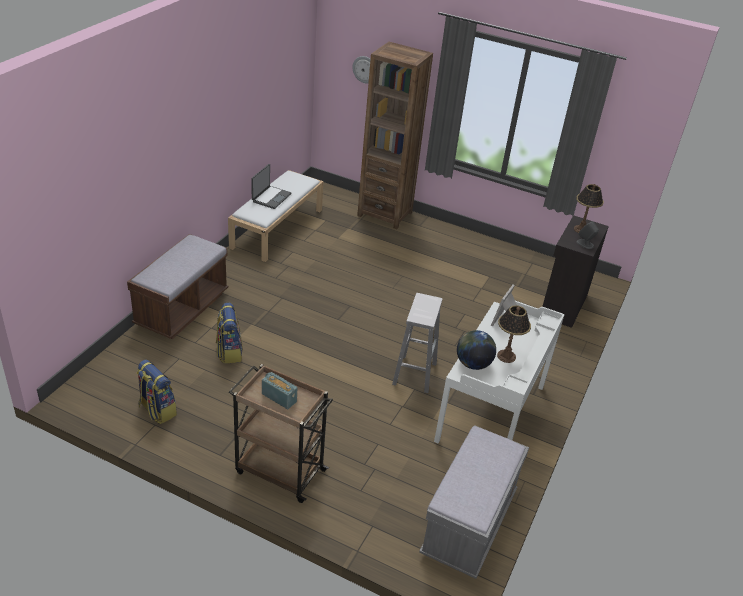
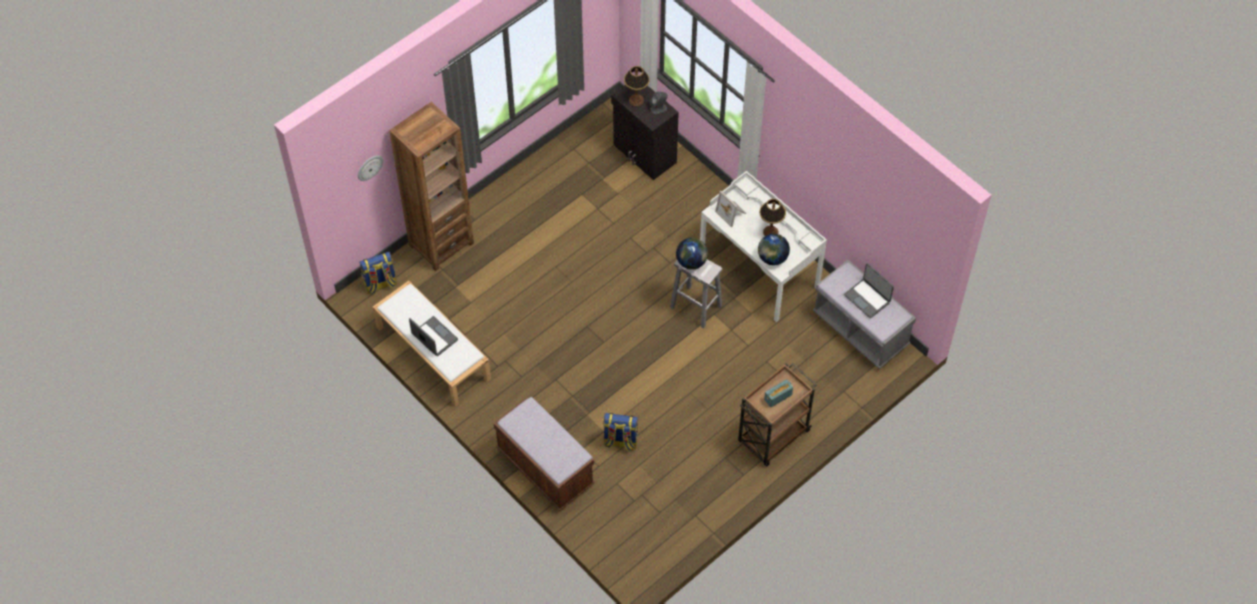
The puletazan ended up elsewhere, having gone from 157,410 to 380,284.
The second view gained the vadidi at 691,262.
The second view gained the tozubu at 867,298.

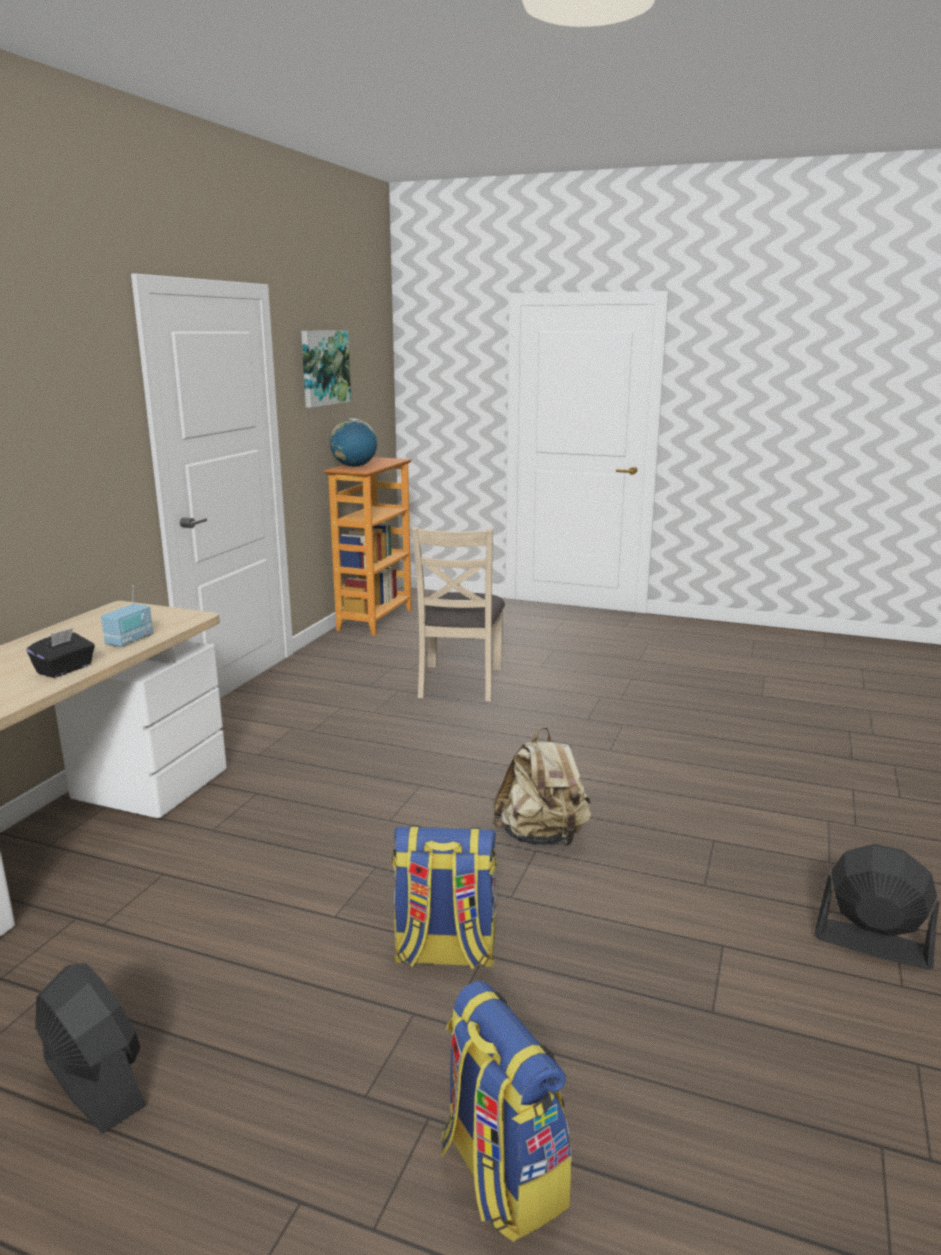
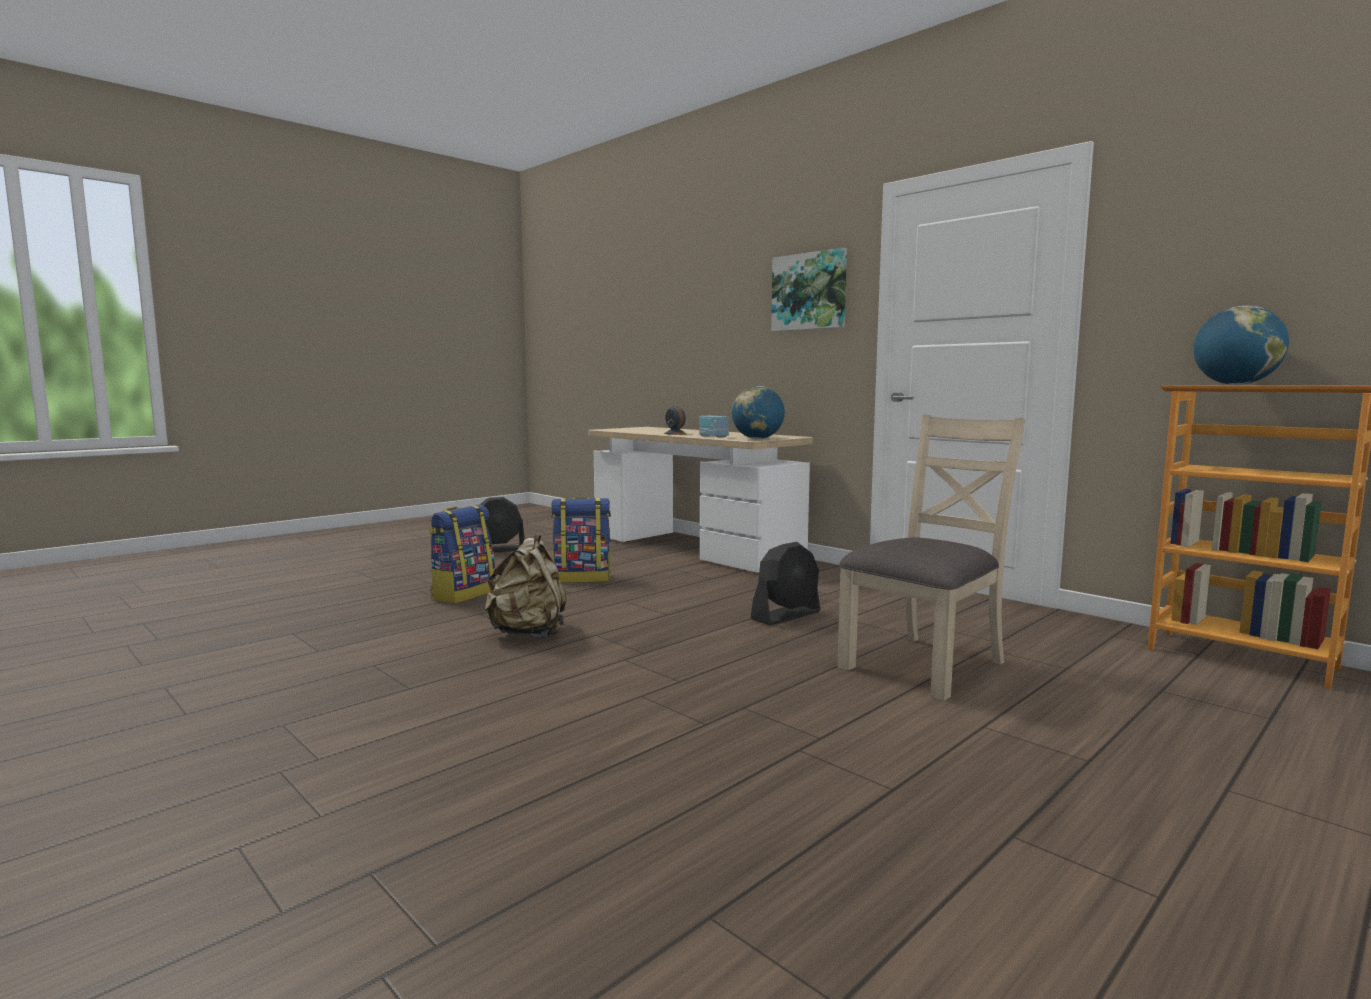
The puletazan ended up elsewhere, having gone from 500,1175 to 583,578.
Where the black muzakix stood at 65,669, the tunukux came to stand at 675,434.
The second view gained the vadidi at 757,439.
The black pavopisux ended up elsewhere, having gone from 872,943 to 786,615.
The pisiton ended up elsewhere, having gone from 324,367 to 809,291.
The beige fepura at 459,682 ended up facing another way, 105 degrees clockwise from before.

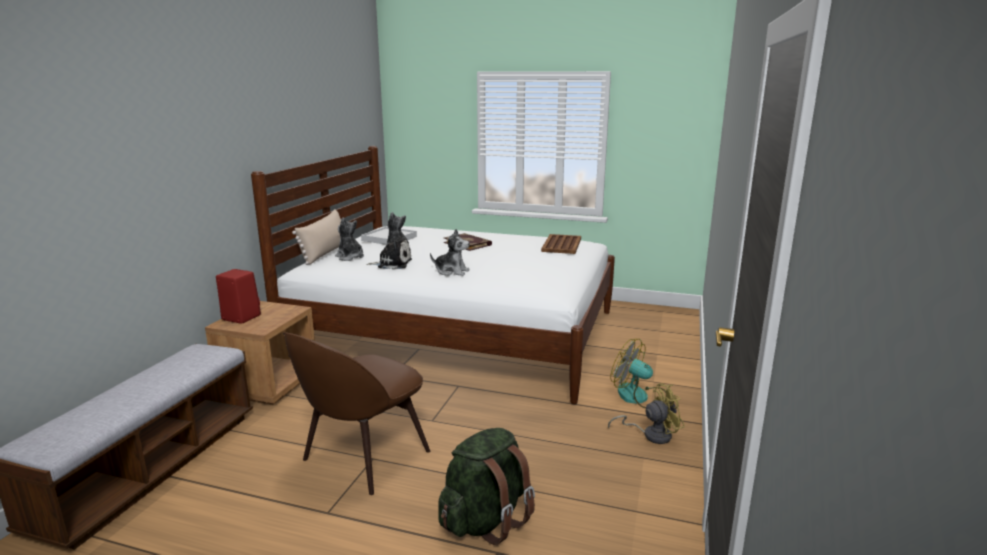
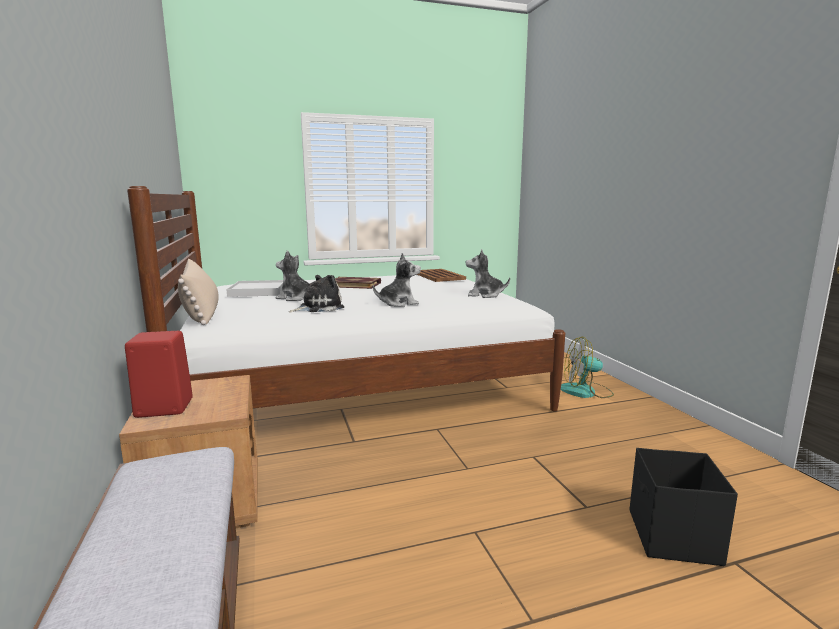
The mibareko ended up elsewhere, having gone from 350,257 to 485,295.
Where the green puletazan stood at 485,520, the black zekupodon came to stand at 673,538.
The second view lost the brown fepura at 362,458.
The second view lost the yellow pavopisux at 651,434.

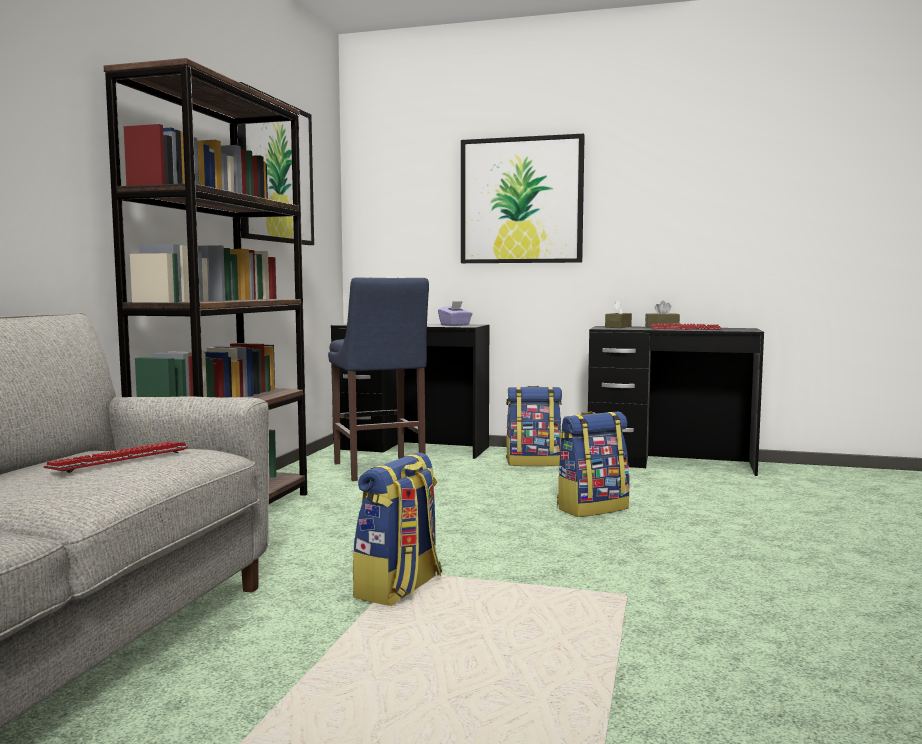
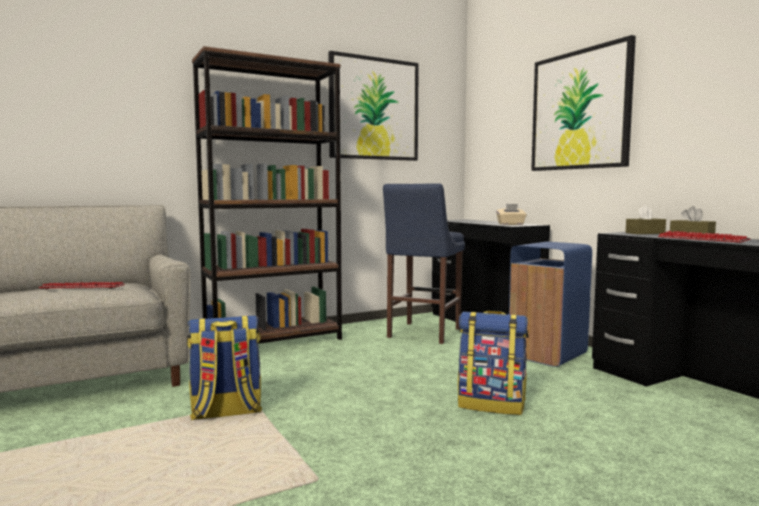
What was the purple muzakix at 455,325 turned into the beige muzakix at 511,224.
Where the puletazan stood at 533,462, the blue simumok came to stand at 548,355.

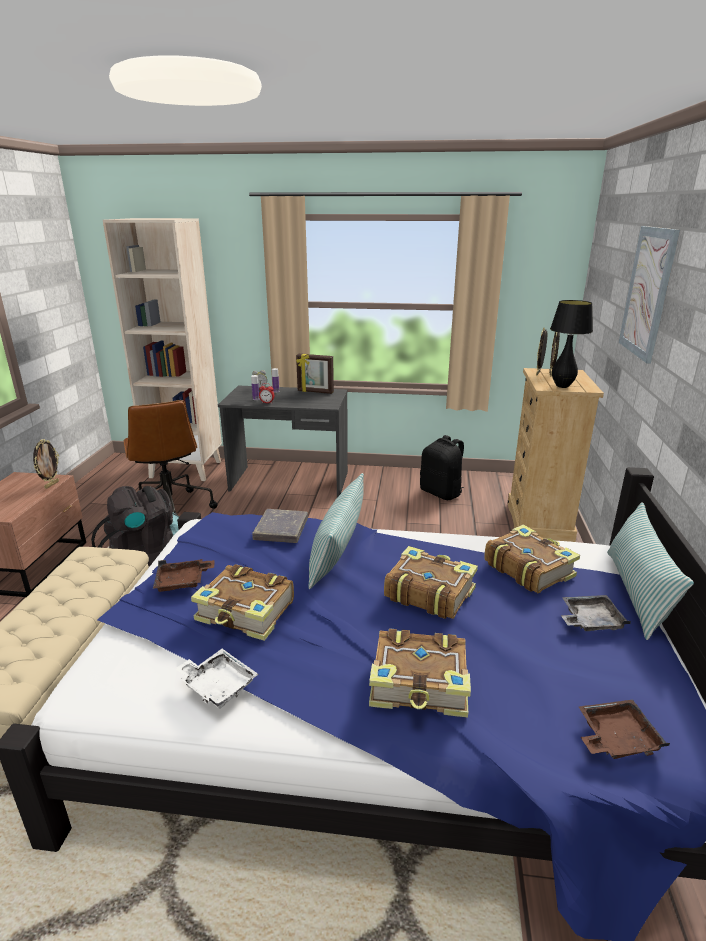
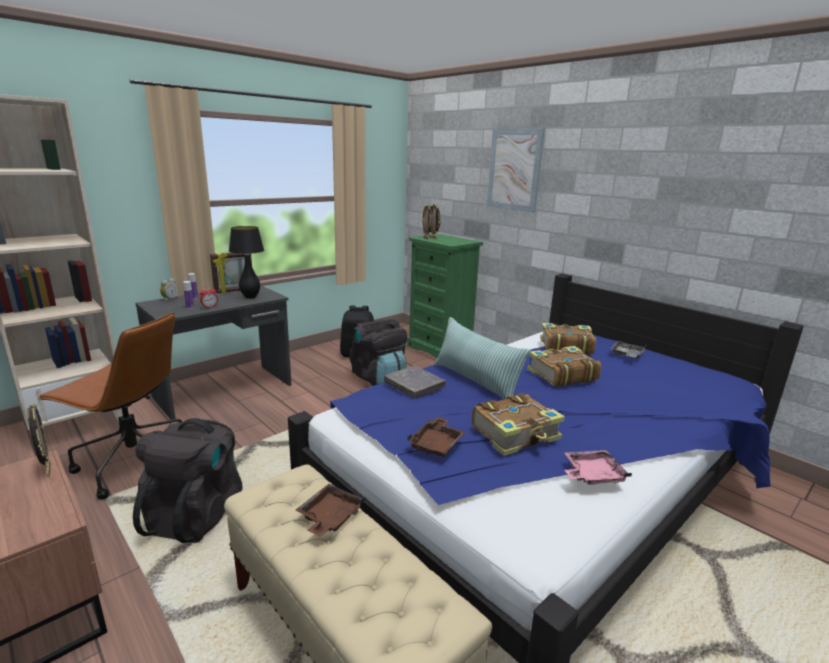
The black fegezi ended up elsewhere, having gone from 562,386 to 250,297.
The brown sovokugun ended up elsewhere, having gone from 616,738 to 329,517.
The second view gained the black puletazan at 379,377.
What was the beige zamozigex at 539,522 turned into the green zamozigex at 440,349.
What was the white sovokugun at 218,685 turned into the pink sovokugun at 592,475.
The second view lost the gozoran at 420,685.
The second view lost the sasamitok at 636,593.

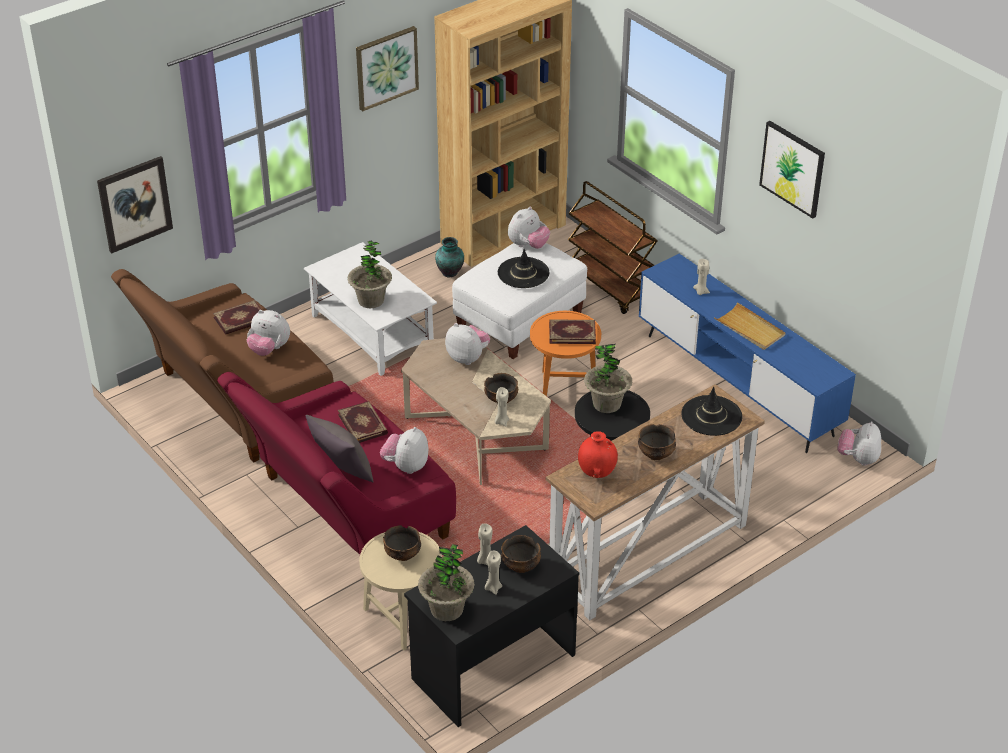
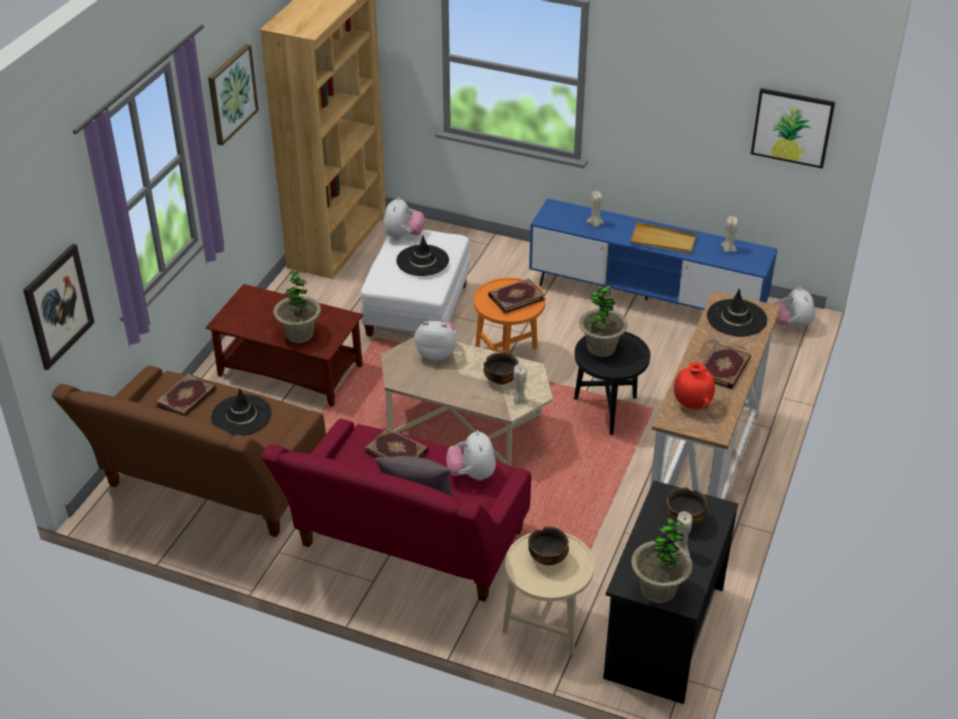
What was the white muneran at 371,332 turned into the brown muneran at 289,370.
Where the mibareko stood at 269,349, the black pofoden came to stand at 241,415.
Where the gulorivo stood at 656,454, the gozoran came to stand at 724,368.
The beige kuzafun ended up elsewhere, having gone from 484,560 to 728,250.
The pisiton ended up elsewhere, having gone from 793,168 to 792,127.
The second view lost the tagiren at 450,272.
The second view lost the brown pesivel at 610,286.

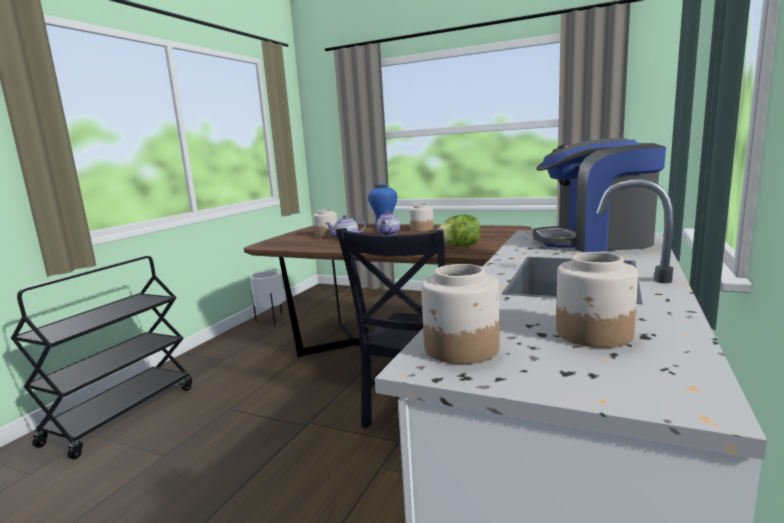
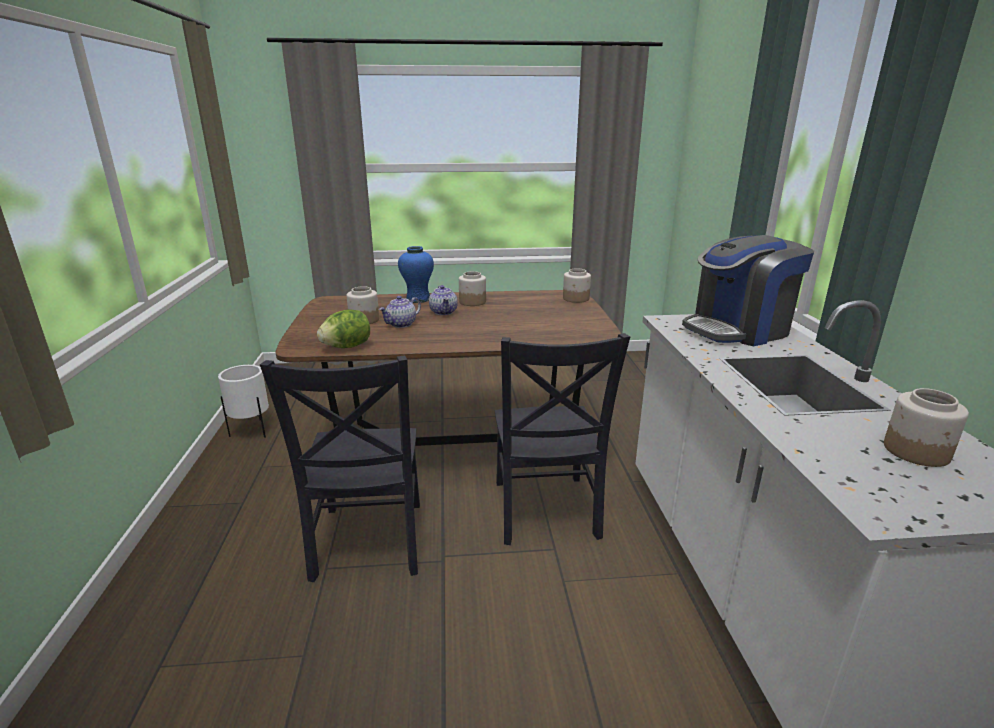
The second view gained the black fepura at 368,544.
The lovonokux ended up elsewhere, having gone from 460,246 to 347,347.
The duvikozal ended up elsewhere, having gone from 461,348 to 576,299.
The second view lost the black pesivel at 122,414.

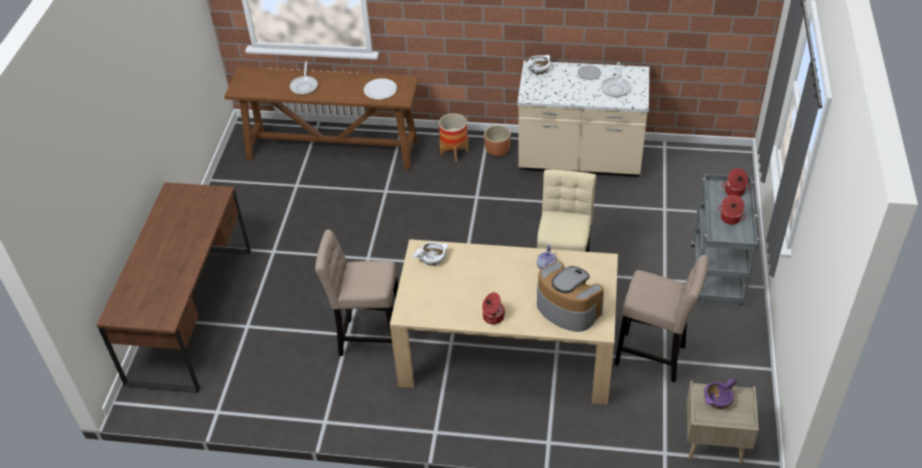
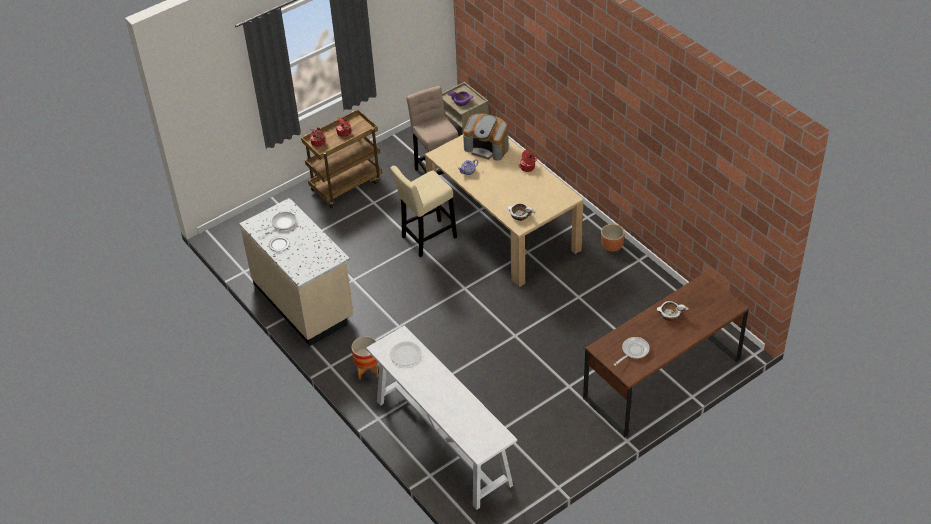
What was the grey pesivel at 717,276 turned into the brown pesivel at 346,185.
What was the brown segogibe at 333,149 turned into the white segogibe at 442,442.
The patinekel at 567,308 ended up facing another way, 60 degrees counterclockwise from before.
The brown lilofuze ended up elsewhere, having gone from 497,151 to 612,246.
The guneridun ended up elsewhere, having gone from 304,86 to 633,351.
The white gulorivo ended up elsewhere, having gone from 538,69 to 670,315.
The second view lost the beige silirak at 368,338.

